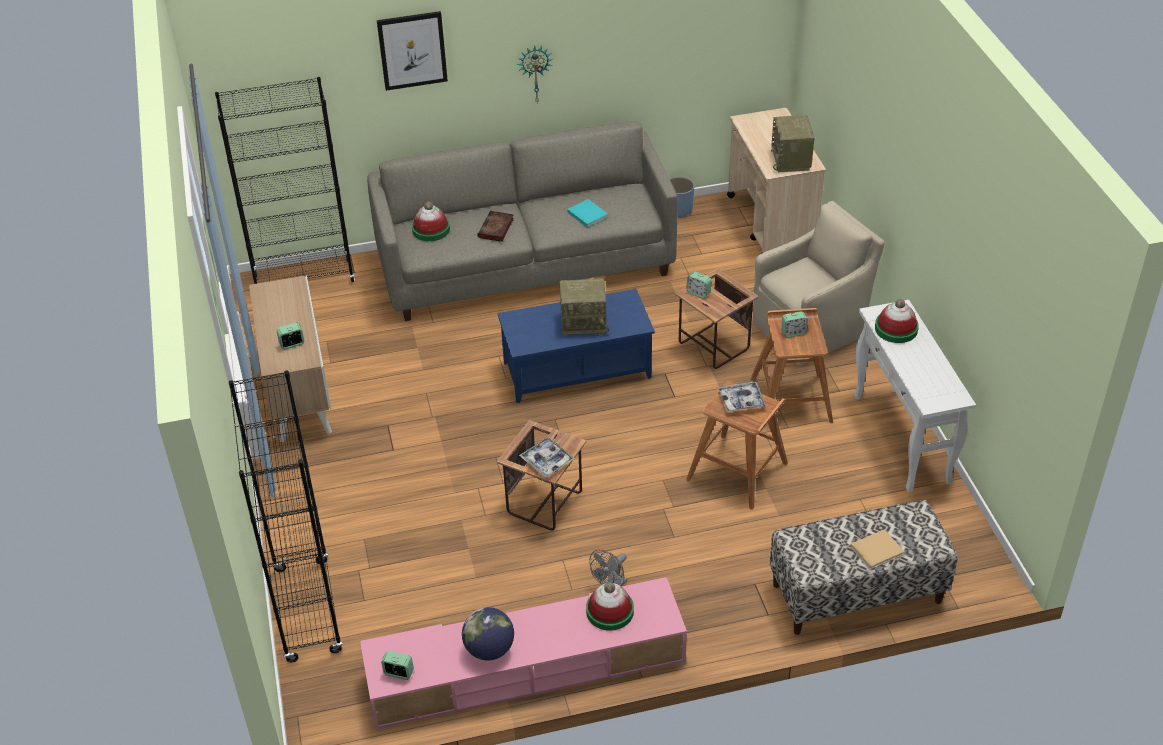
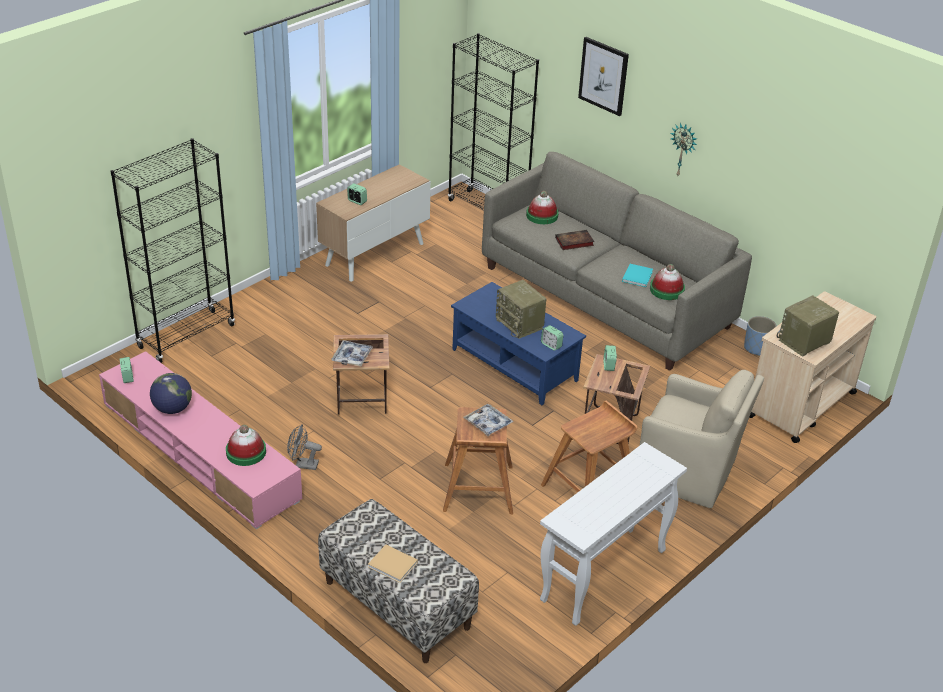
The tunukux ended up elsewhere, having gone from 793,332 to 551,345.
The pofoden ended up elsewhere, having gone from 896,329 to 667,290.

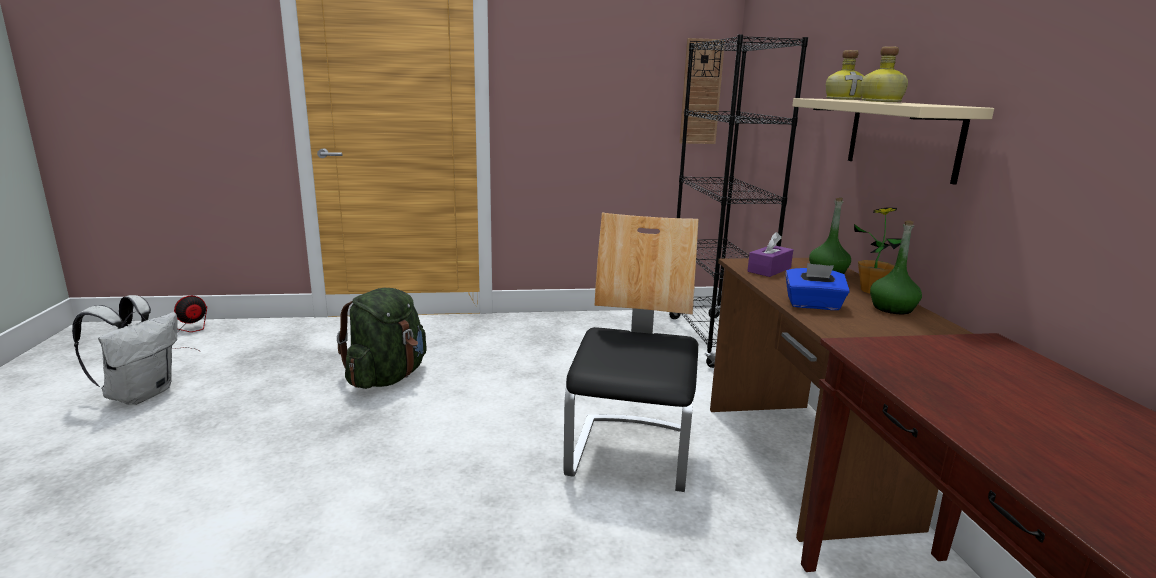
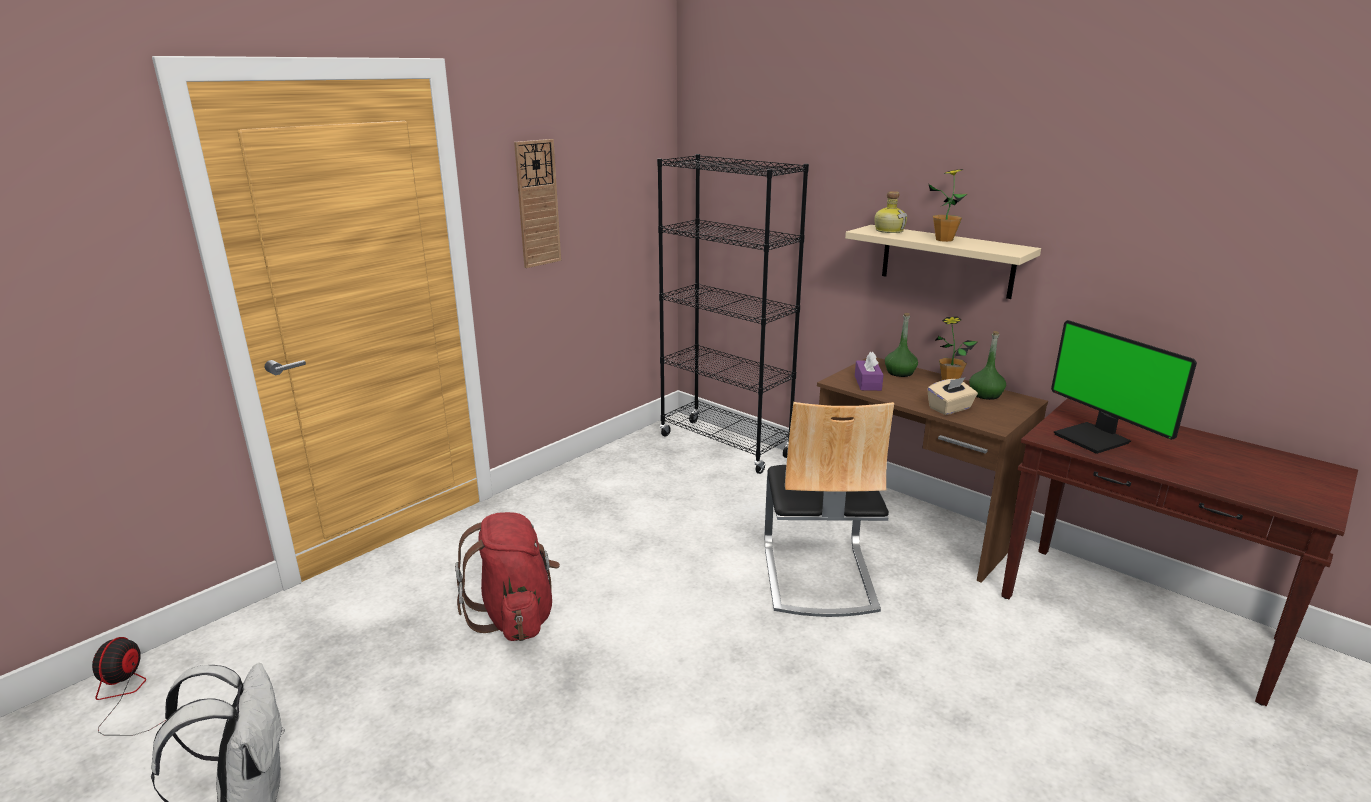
What was the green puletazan at 387,378 turned into the red puletazan at 515,616.
The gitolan ended up elsewhere, having gone from 701,92 to 537,203.
The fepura at 631,453 ended up facing another way, 150 degrees counterclockwise from before.
What was the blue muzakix at 813,305 turned into the beige muzakix at 950,408.
Where the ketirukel stood at 880,101, the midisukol came to stand at 944,239.
The second view gained the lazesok at 1094,438.

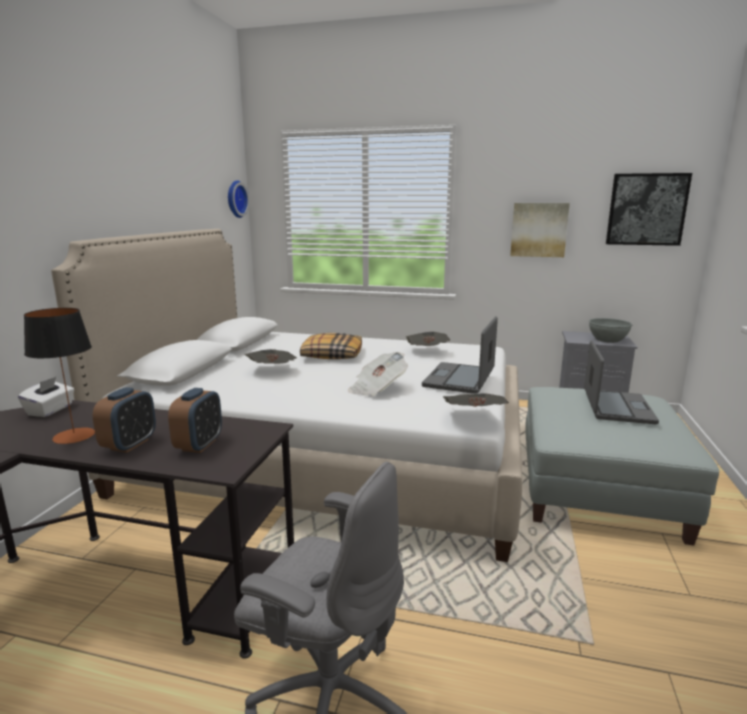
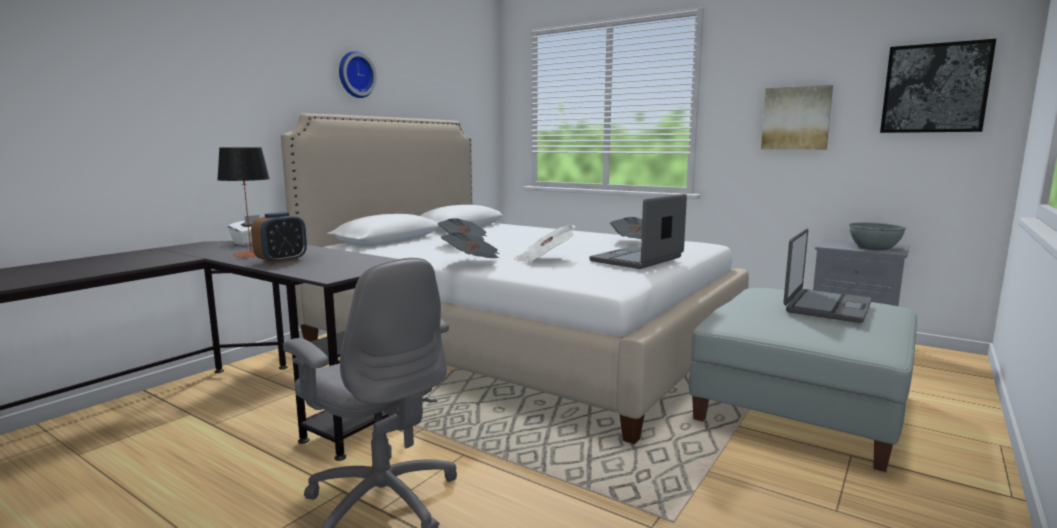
The gitolan ended up elsewhere, having gone from 235,199 to 355,75.
The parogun ended up elsewhere, having gone from 474,417 to 473,262.
The second view lost the tunukux at 199,445.
The second view lost the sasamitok at 331,355.

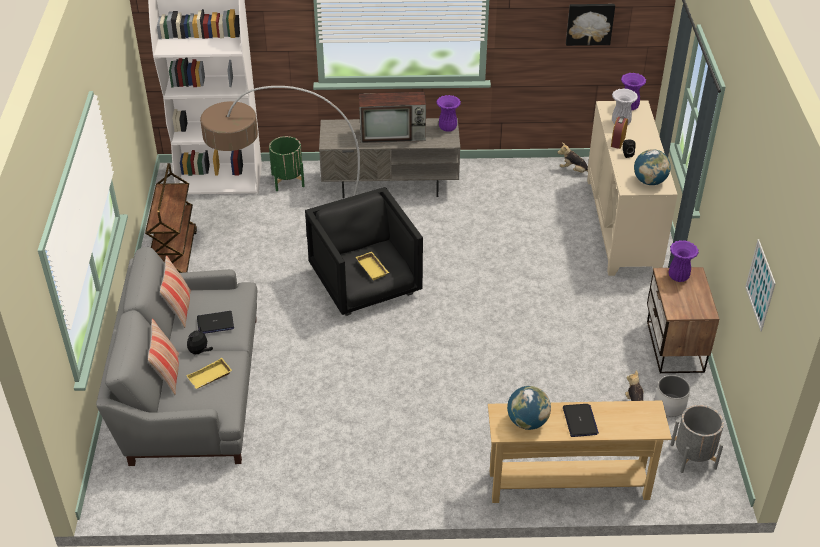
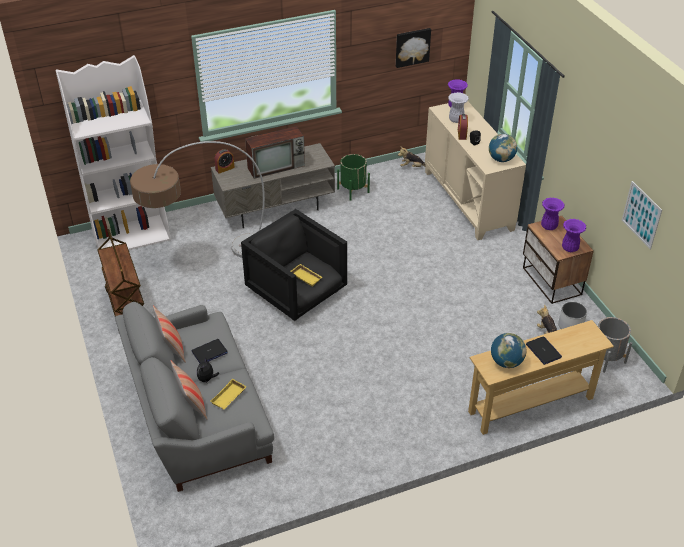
The second view gained the tunukux at 225,168.
The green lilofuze ended up elsewhere, having gone from 288,180 to 353,190.
The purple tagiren ended up elsewhere, having gone from 447,128 to 569,248.

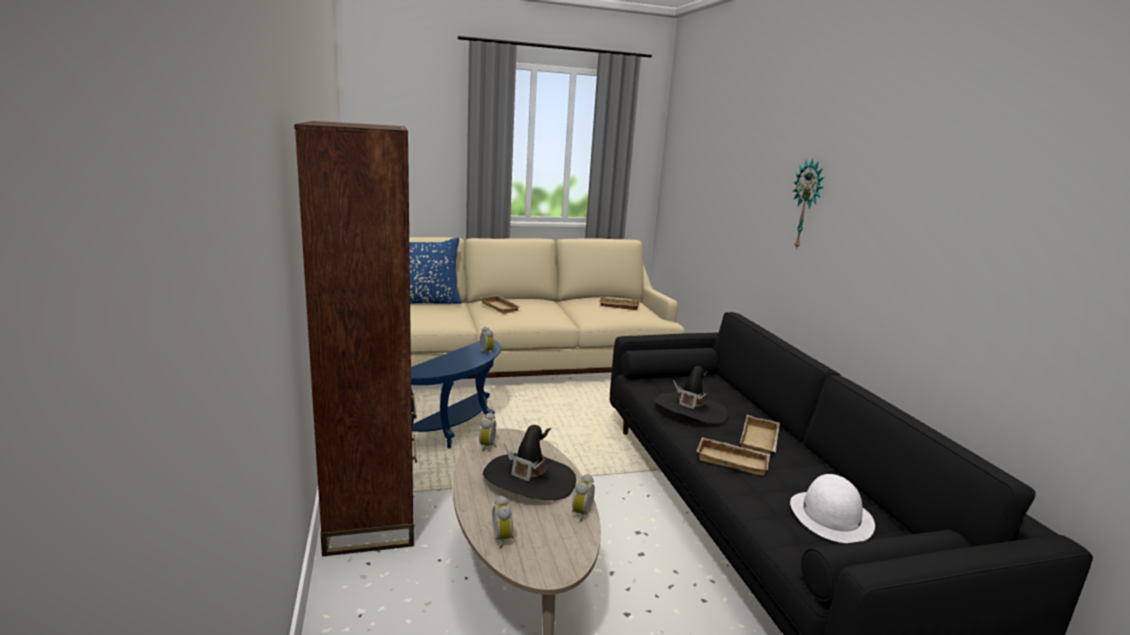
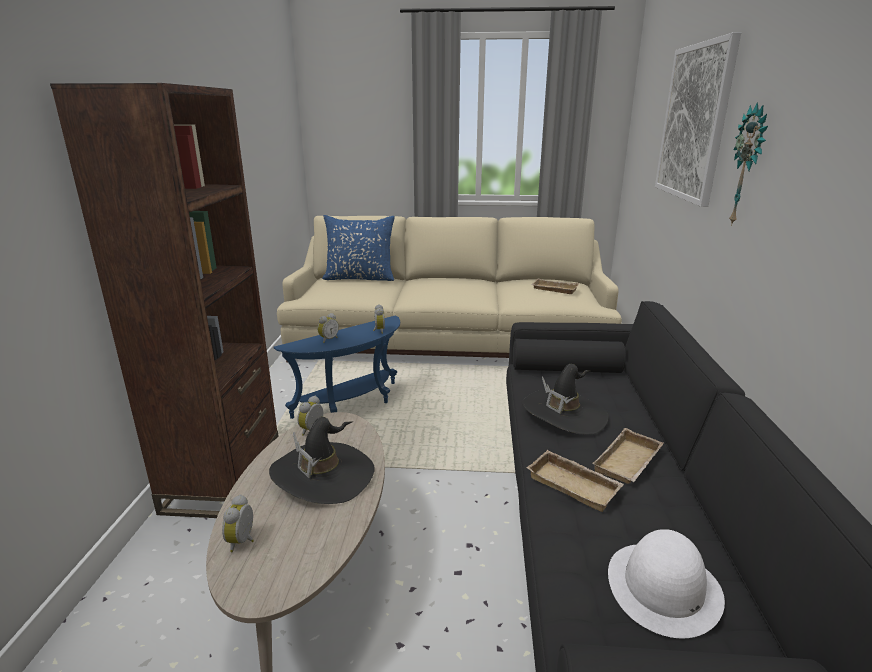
The tunukux ended up elsewhere, having gone from 580,513 to 328,339.
The second view gained the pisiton at 694,122.
The second view lost the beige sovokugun at 501,307.

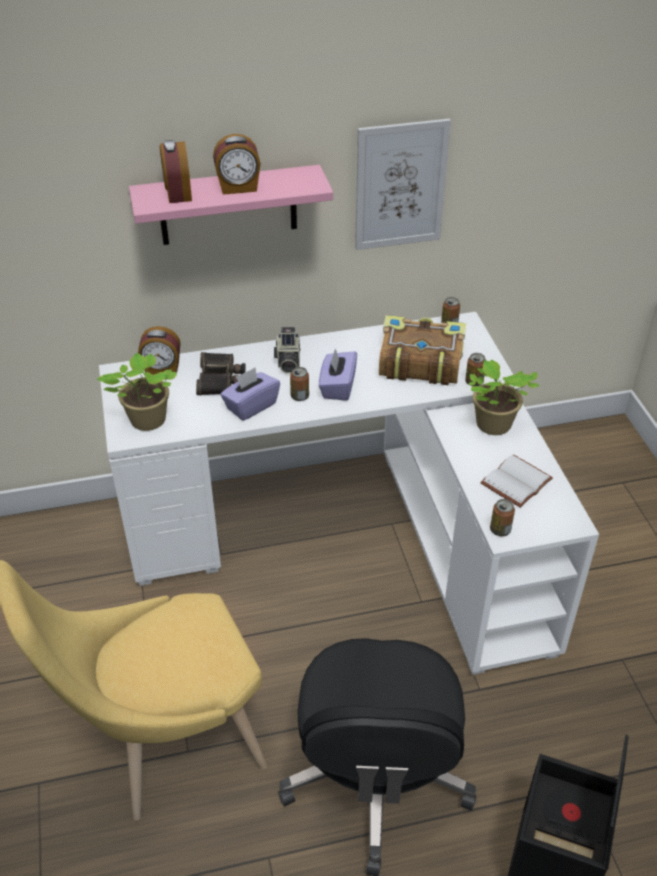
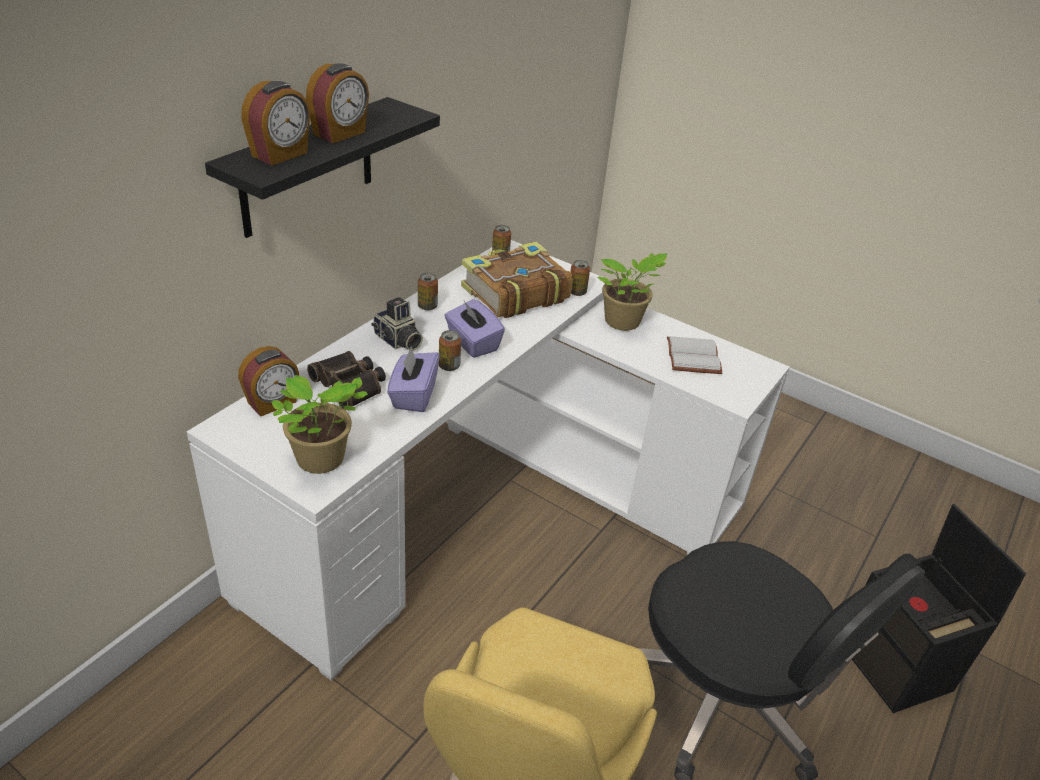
What was the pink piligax at 228,205 turned into the black piligax at 307,168.
The tunukux at 178,193 ended up facing another way, 90 degrees counterclockwise from before.
The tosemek ended up elsewhere, having gone from 500,530 to 427,306.
The second view lost the pisiton at 400,185.

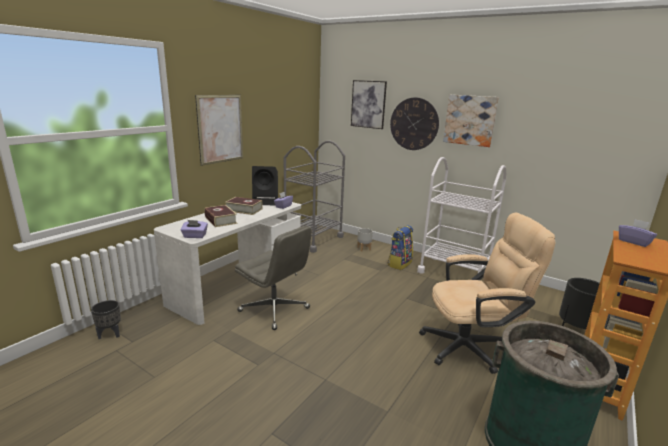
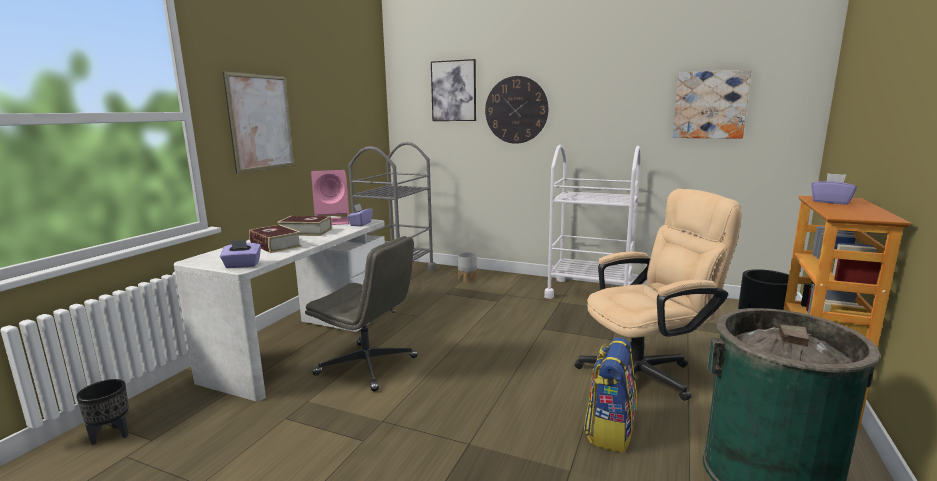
What was the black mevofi at 266,201 turned into the pink mevofi at 334,221.
The puletazan ended up elsewhere, having gone from 399,264 to 609,430.
The pisiton ended up elsewhere, having gone from 470,120 to 710,105.

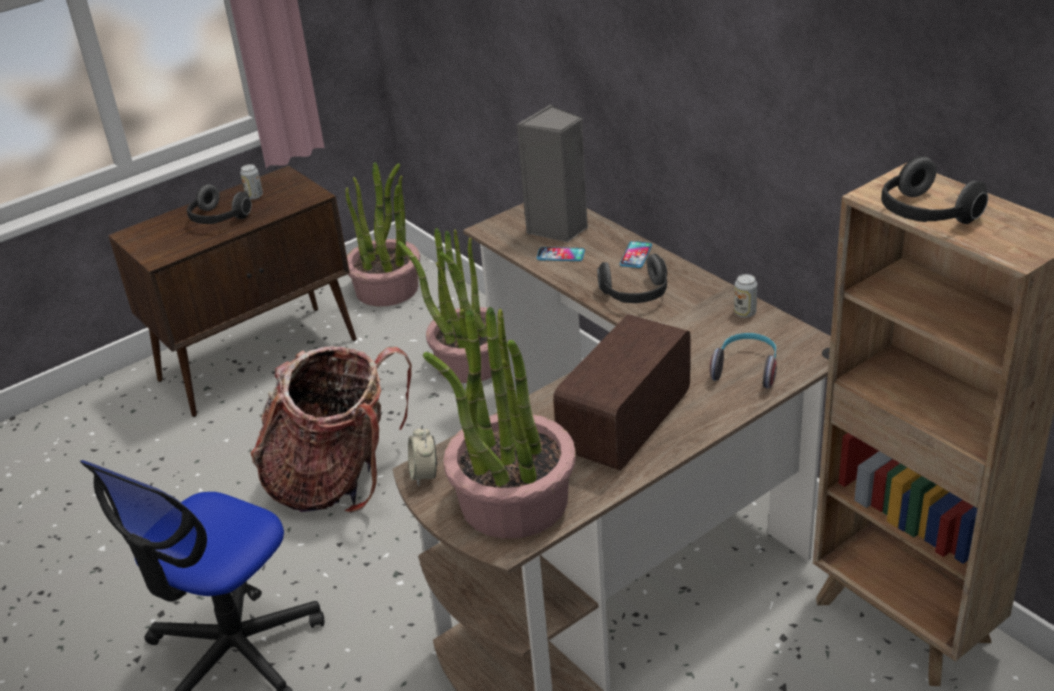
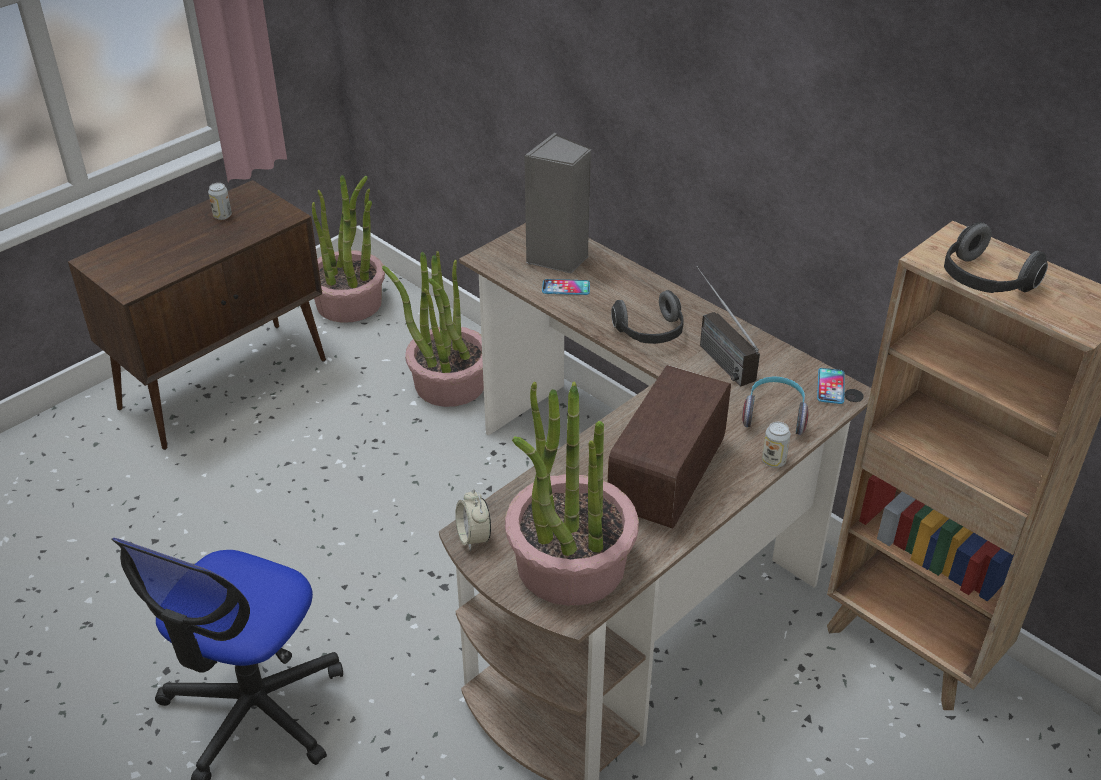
The second view gained the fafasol at 714,352.
The tosemek ended up elsewhere, having gone from 745,313 to 773,461.
The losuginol ended up elsewhere, having gone from 636,255 to 830,386.
The second view lost the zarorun at 218,219.
The second view lost the puletazan at 337,479.

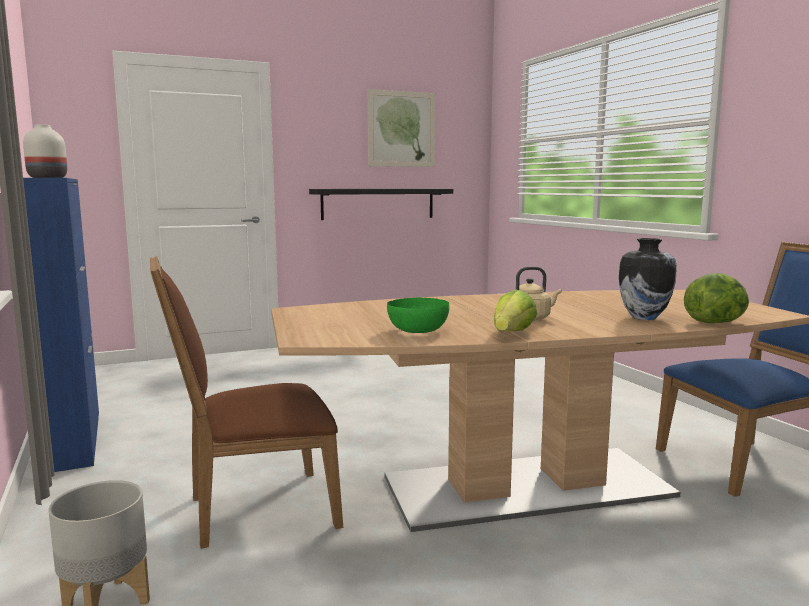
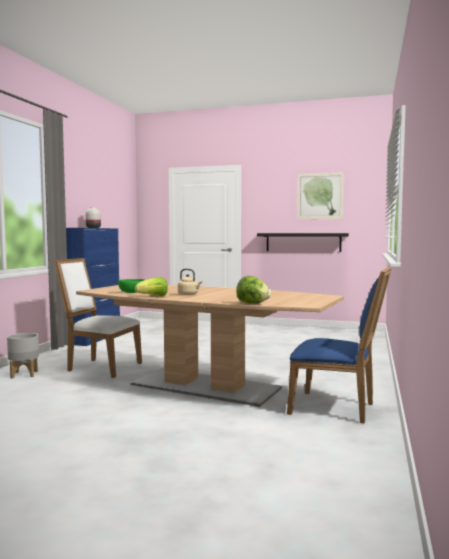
What was the brown fepura at 253,510 turned into the white fepura at 100,367.
The second view lost the tagiren at 643,317.

